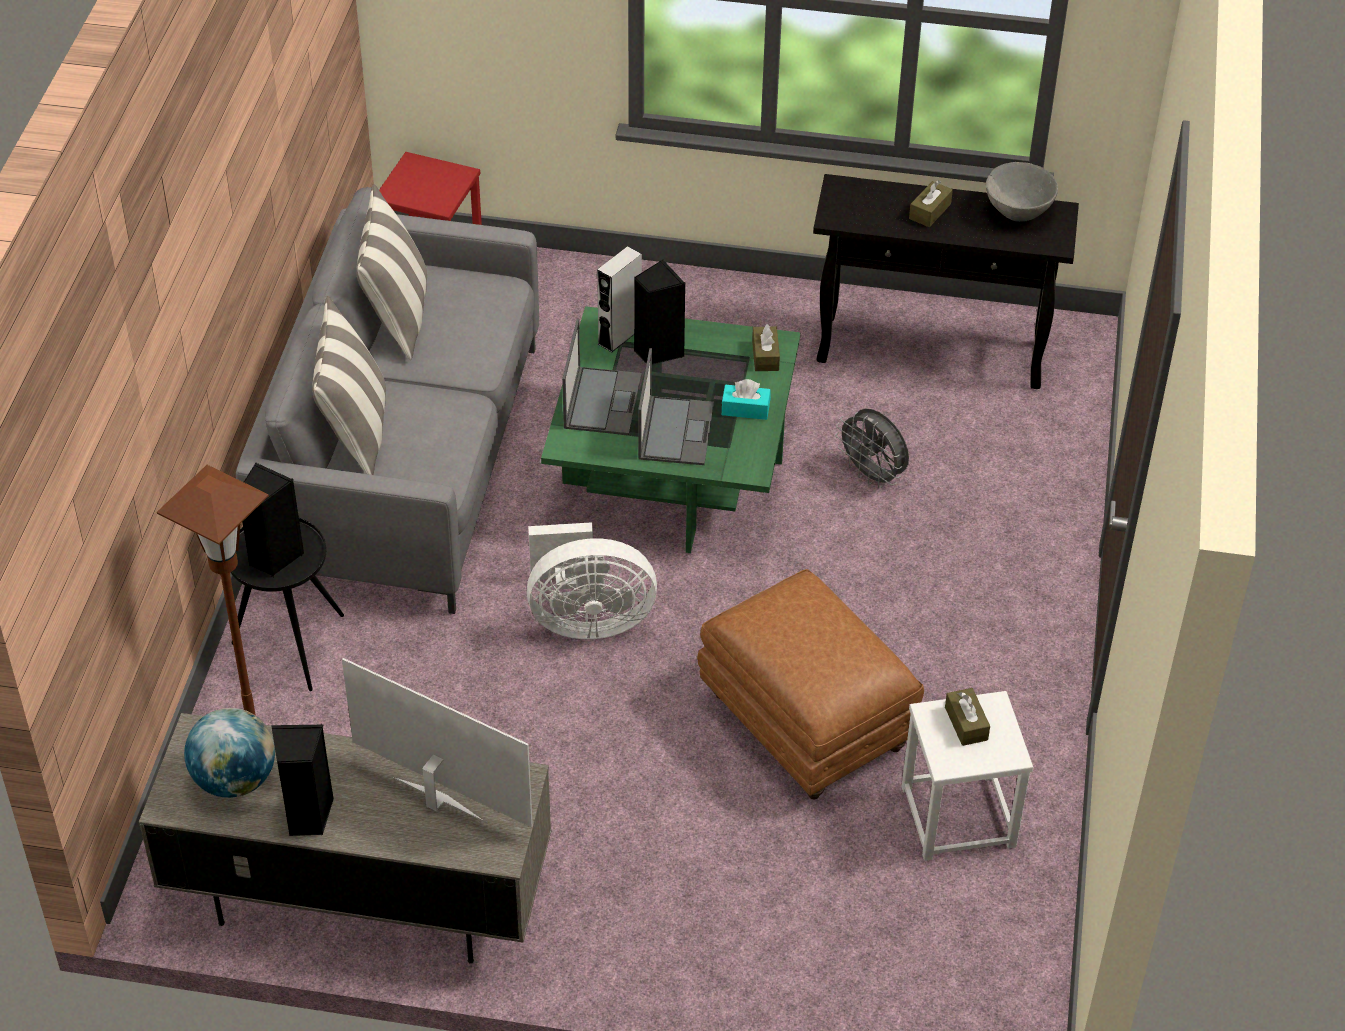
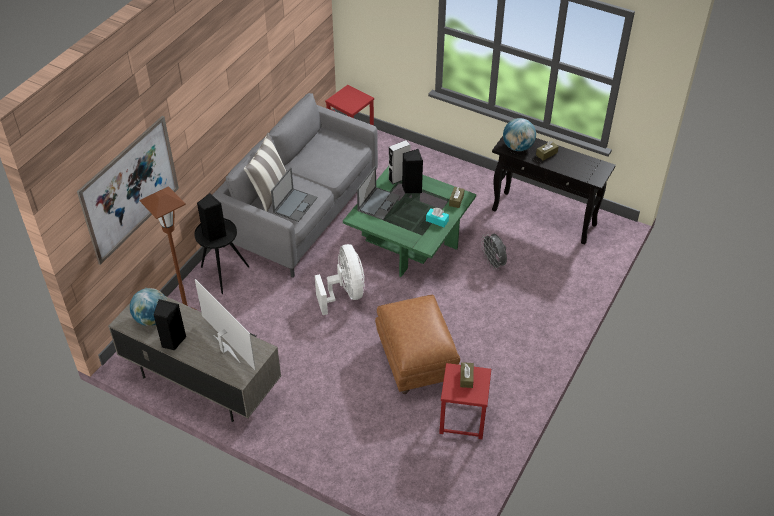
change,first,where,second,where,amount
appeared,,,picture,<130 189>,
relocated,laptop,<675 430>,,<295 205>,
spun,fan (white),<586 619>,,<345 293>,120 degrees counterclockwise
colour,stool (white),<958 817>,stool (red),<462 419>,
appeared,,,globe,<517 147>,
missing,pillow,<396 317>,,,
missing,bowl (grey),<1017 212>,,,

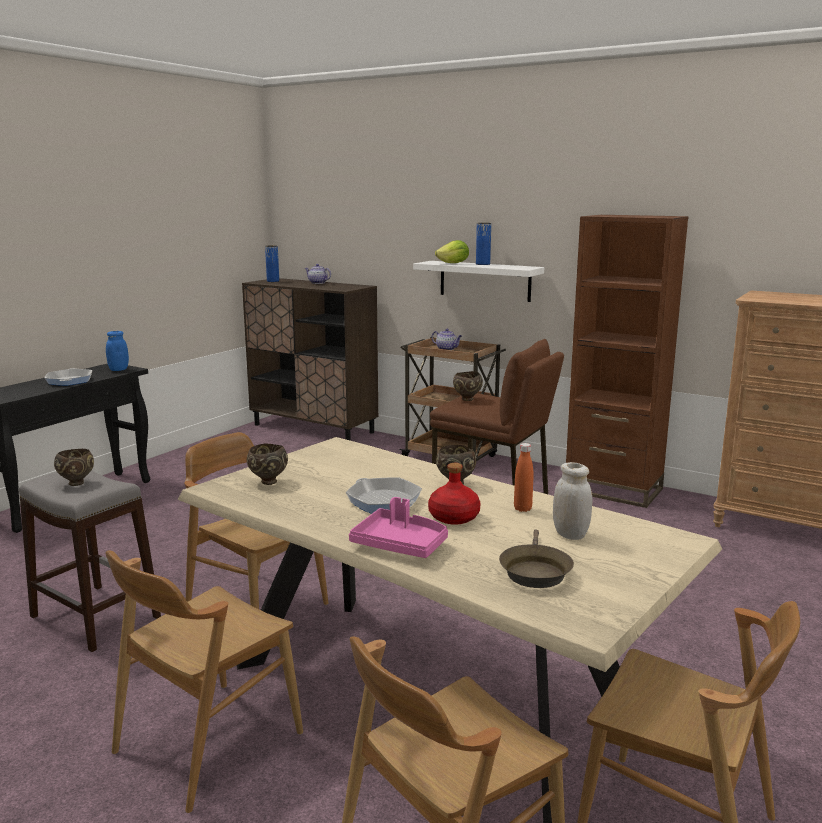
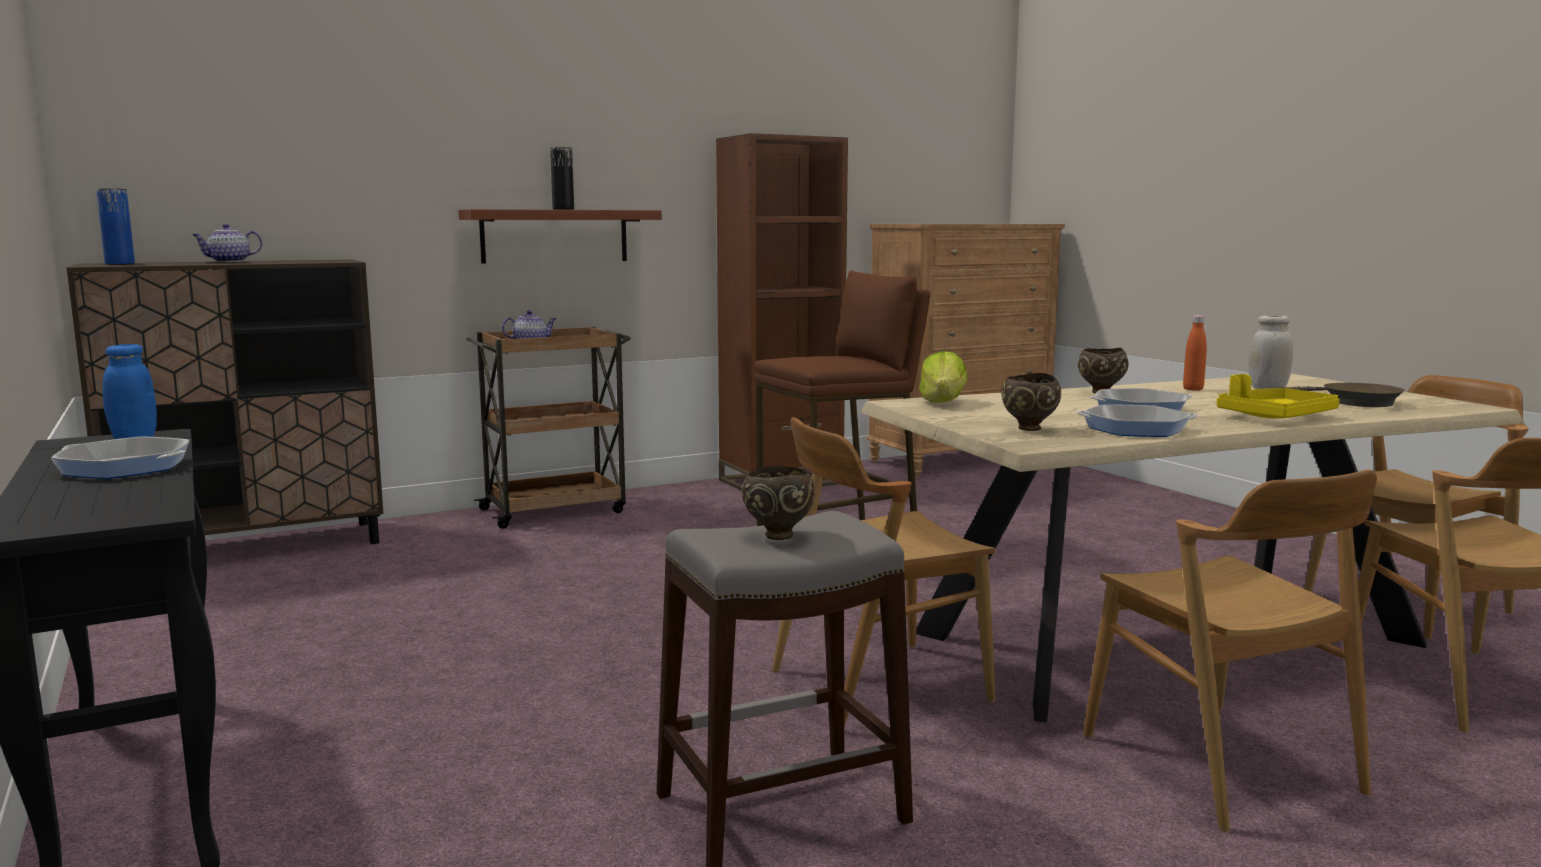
change,first,where,second,where,amount
colour,shelf (white),<484 281>,shelf (brown),<555 236>,
colour,vase (blue),<483 264>,vase (black),<563 209>,
relocated,lettuce,<453 263>,,<943 402>,
appeared,,,frying pan,<1135 429>,
colour,tray (pink),<400 544>,tray (yellow),<1275 417>,
missing,bottle (red),<454 517>,,,
missing,bowl (brown),<467 399>,,,

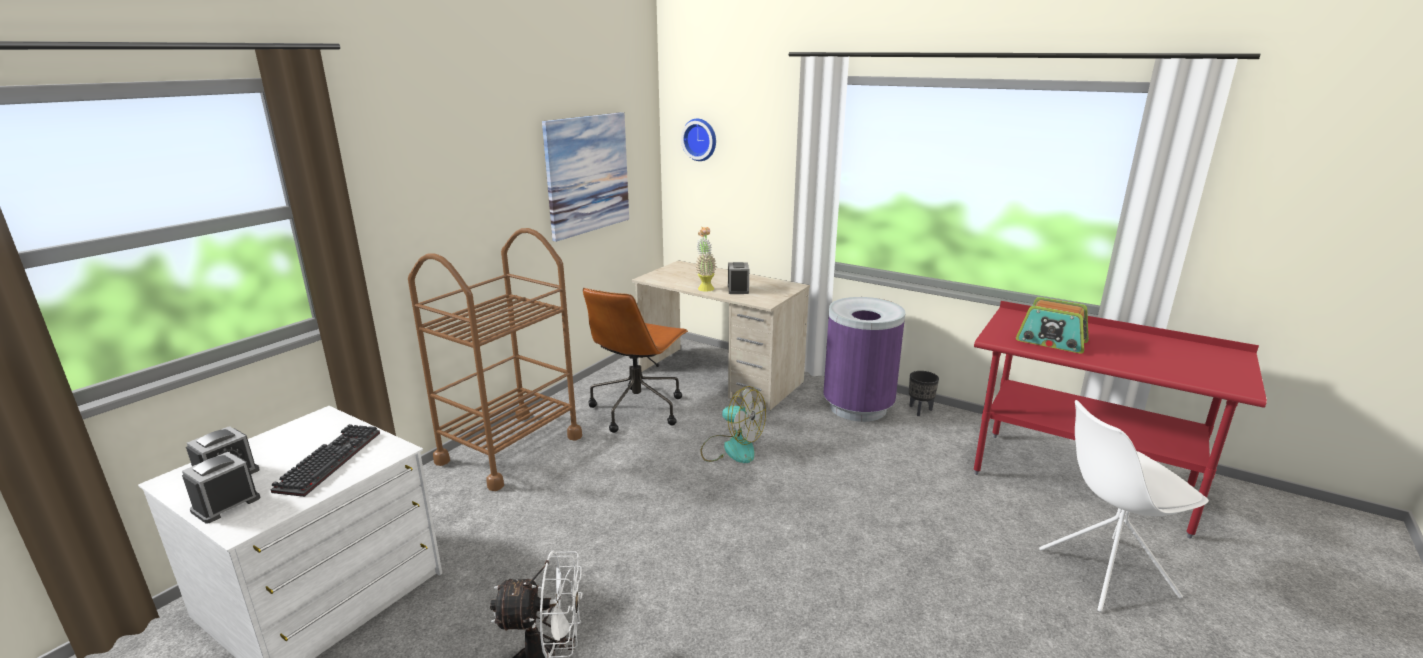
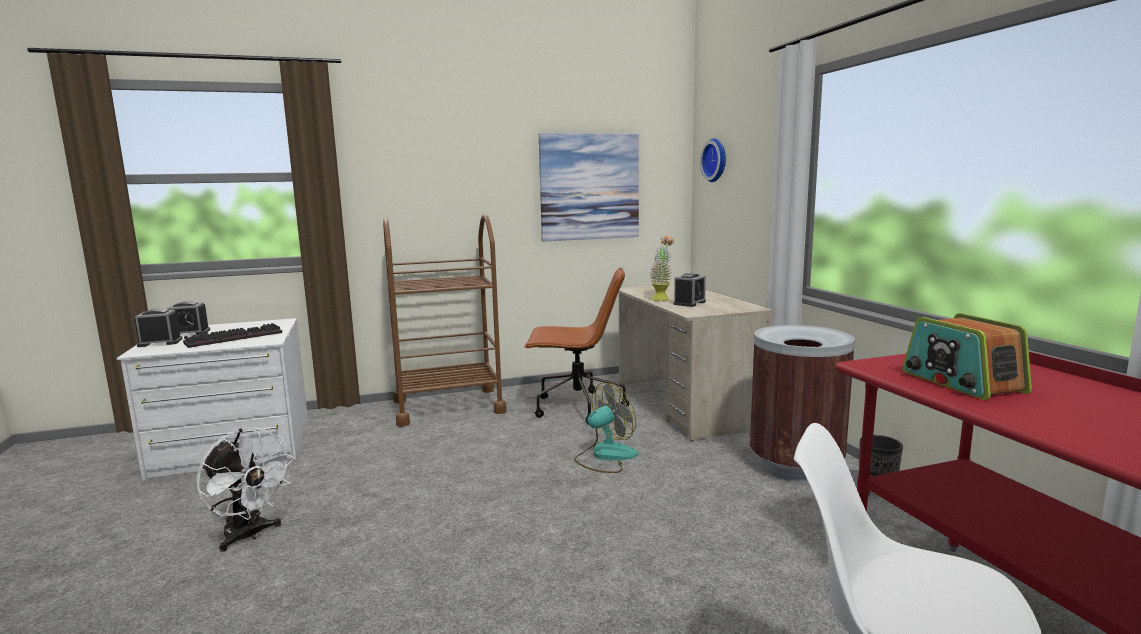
change,first,where,second,where,amount
spun,office chair (brown),<638 408>,,<576 407>,150 degrees counterclockwise
spun,fan,<731 448>,,<605 456>,105 degrees counterclockwise
colour,trash can (purple),<858 408>,trash can (brown),<795 466>,

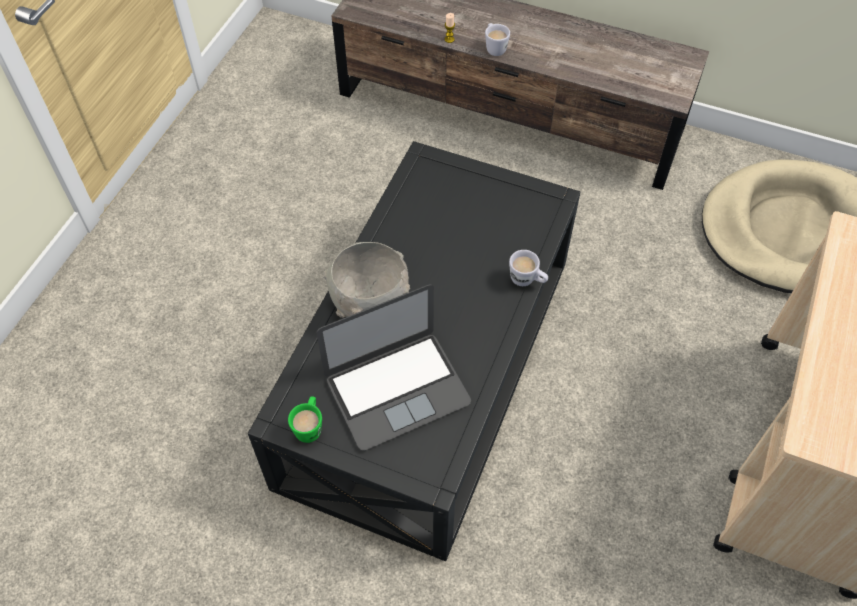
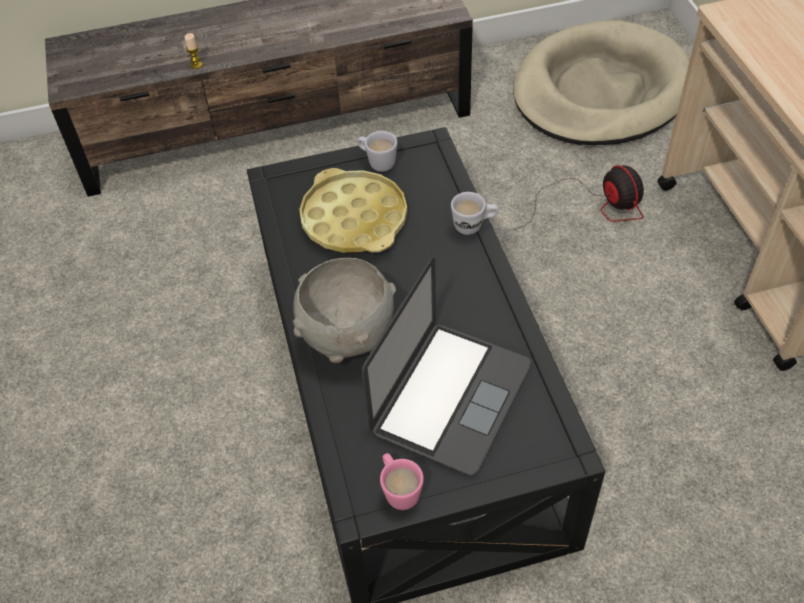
change,first,where,second,where,amount
appeared,,,tray (yellow),<354 219>,
relocated,mug (white),<494 47>,,<377 162>,
colour,mug (green),<310 426>,mug (pink),<399 490>,
appeared,,,fan,<594 206>,

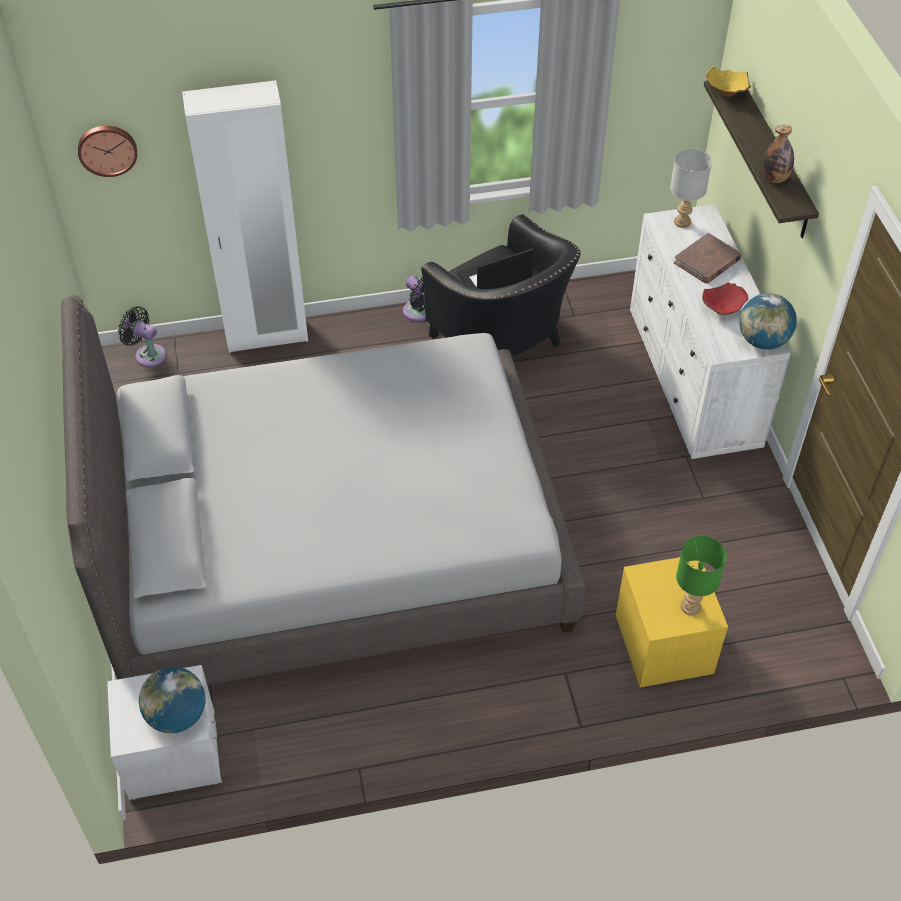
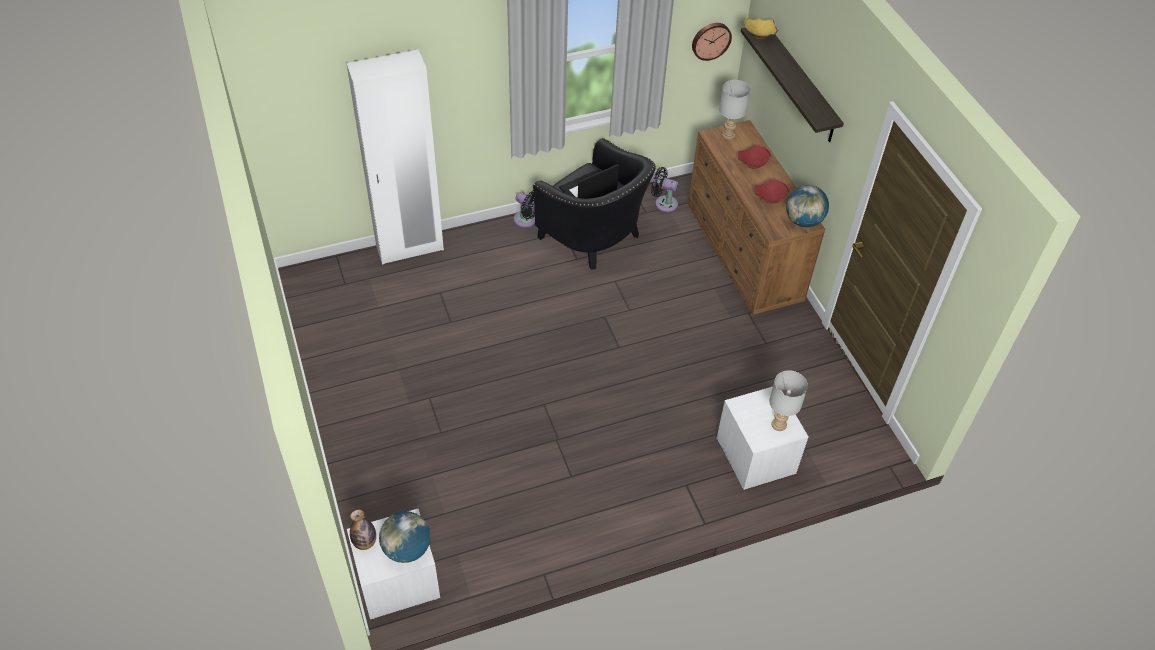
change,first,where,second,where,amount
relocated,bottle,<775 178>,,<365 542>,
relocated,fan (black),<148 354>,,<663 203>,
colour,dresser (white),<693 380>,dresser (brown),<744 254>,
relocated,wall clock,<107 149>,,<710 40>,
colour,nightstand (yellow),<663 645>,nightstand (white),<755 456>,
exchanged,book (brown),<707 261>,bowl (red),<752 164>,
colour,table lamp (green),<690 606>,table lamp (grey),<778 424>,
missing,bed (grey),<333 544>,,,

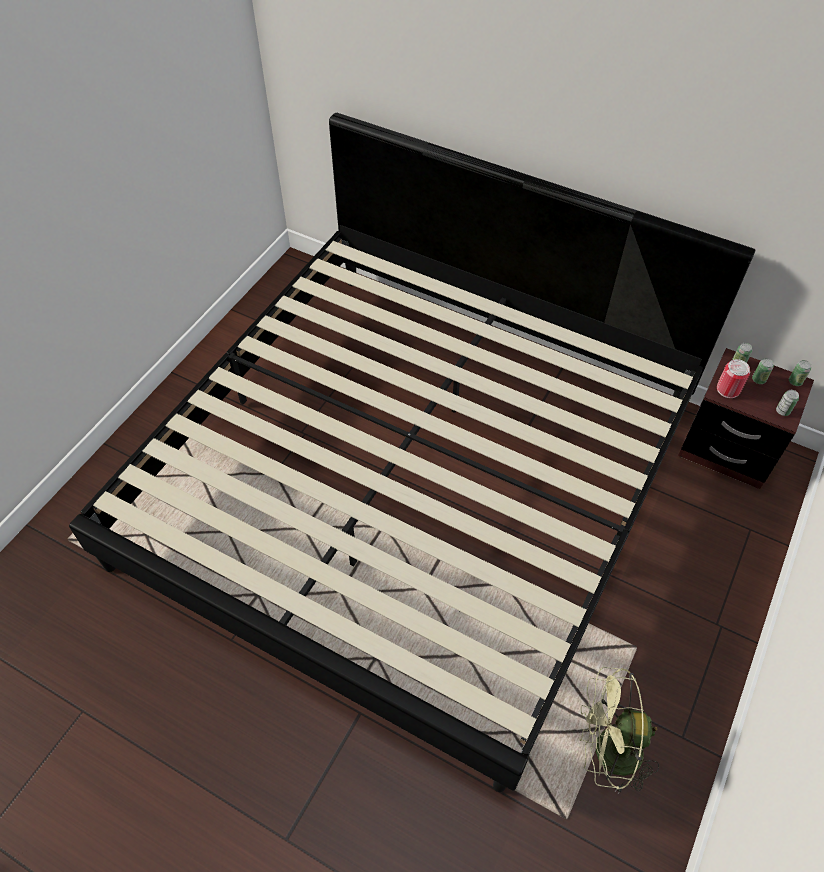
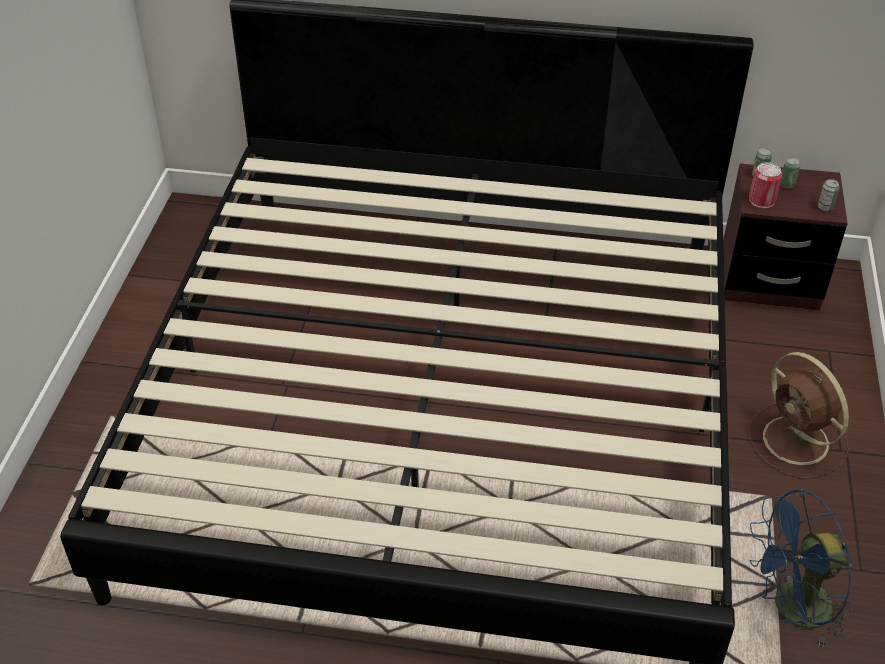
change,first,where,second,where,amount
appeared,,,fan (brown),<797 442>,
colour,fan (green),<607 753>,fan (blue),<791 610>,
missing,can,<795 381>,,,

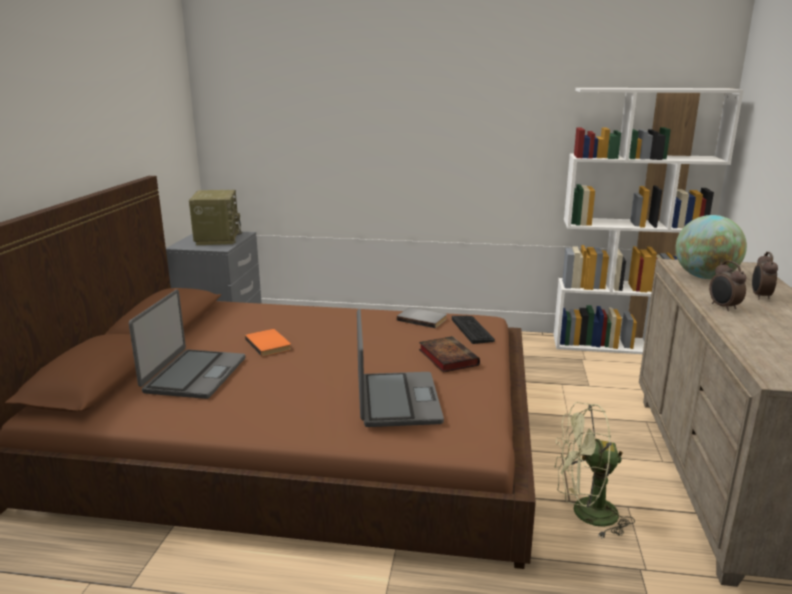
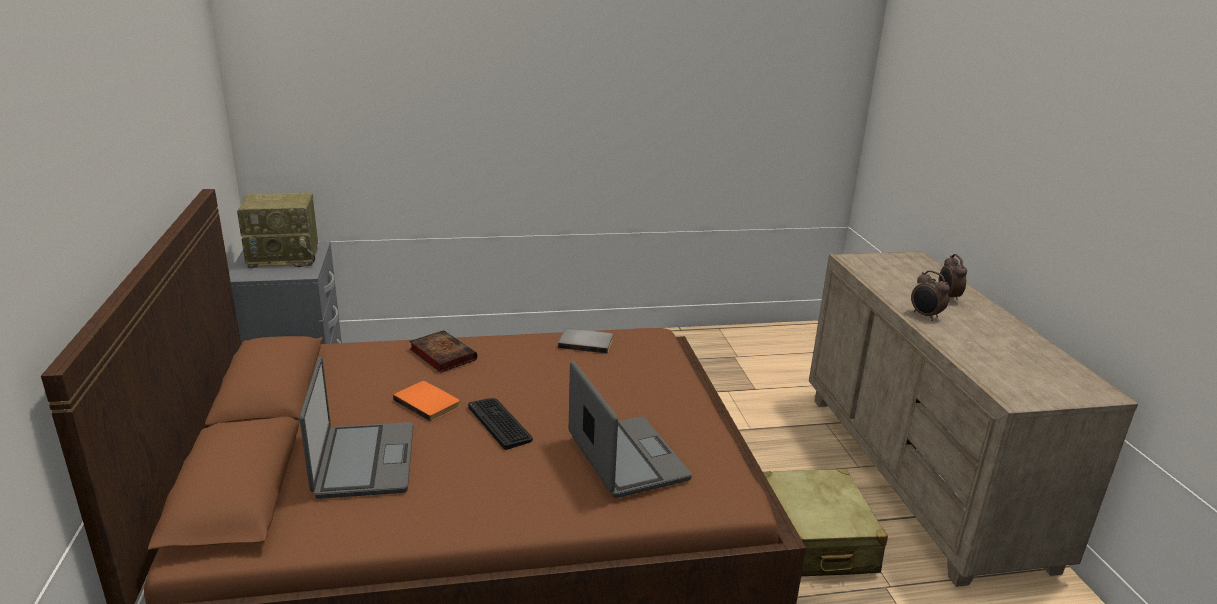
change,first,where,second,where,amount
spun,radio,<217 238>,,<285 257>,105 degrees clockwise
relocated,book,<446 357>,,<441 354>,
relocated,keyboard,<472 330>,,<500 423>,
exchanged,fan (green),<585 514>,suitcase (beige),<814 539>,
missing,bookcase (white),<623 345>,,,
missing,globe,<704 277>,,,

